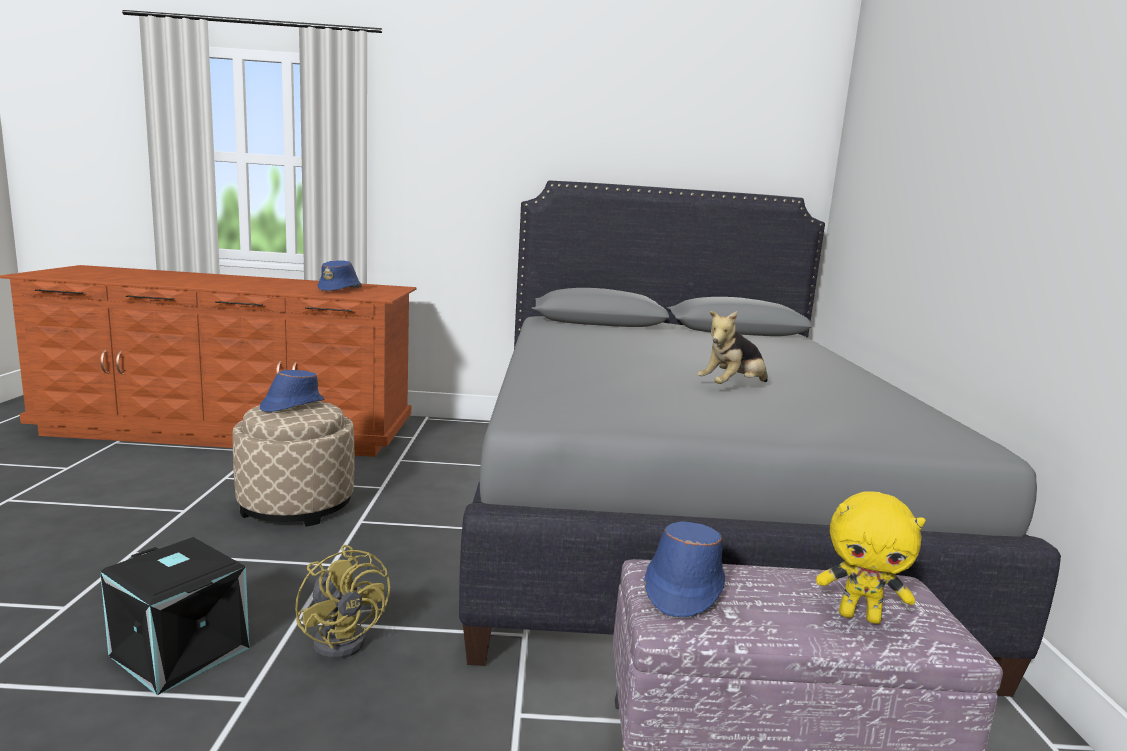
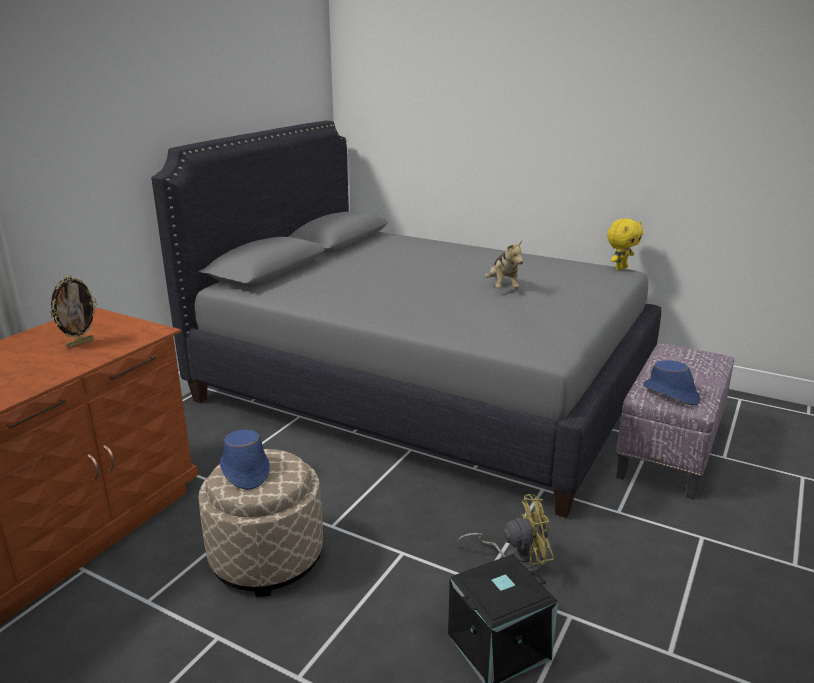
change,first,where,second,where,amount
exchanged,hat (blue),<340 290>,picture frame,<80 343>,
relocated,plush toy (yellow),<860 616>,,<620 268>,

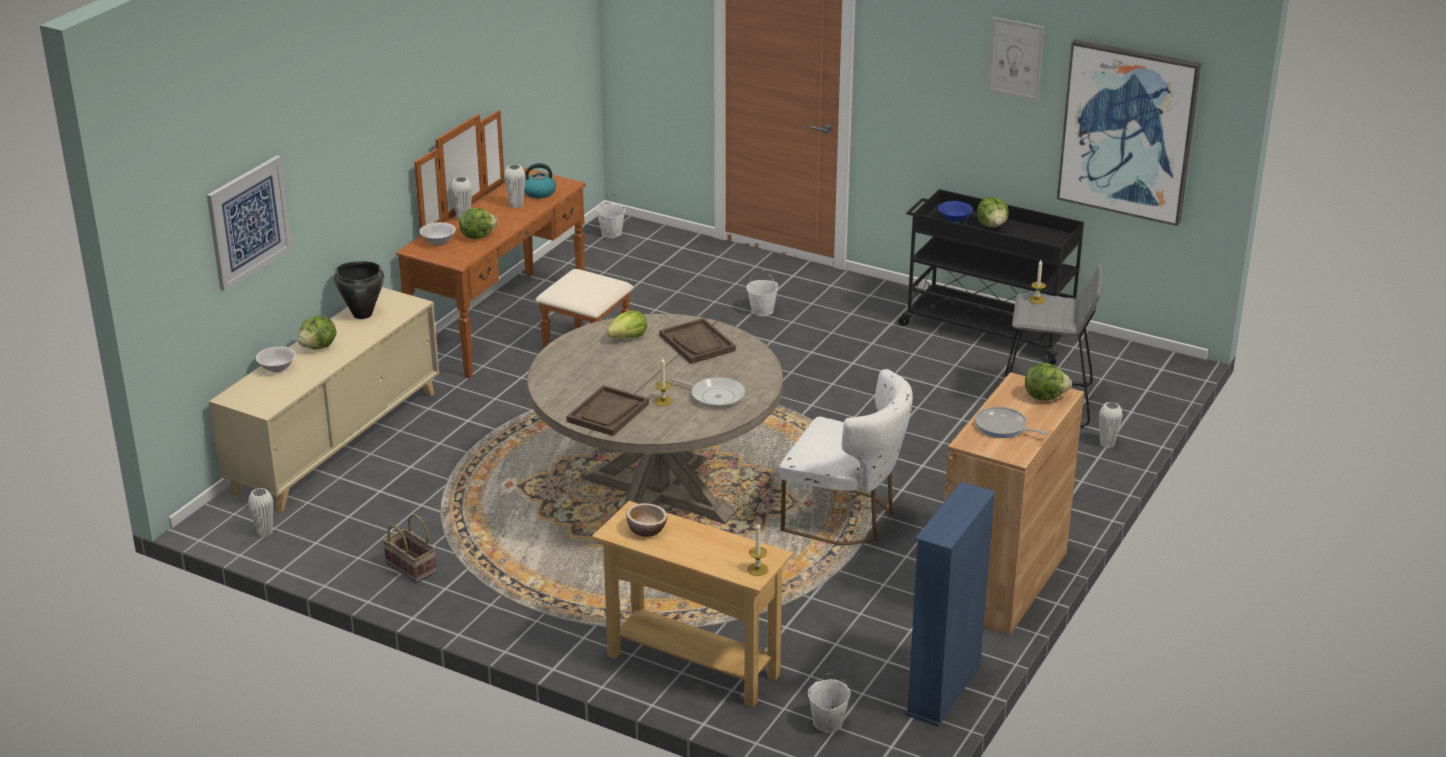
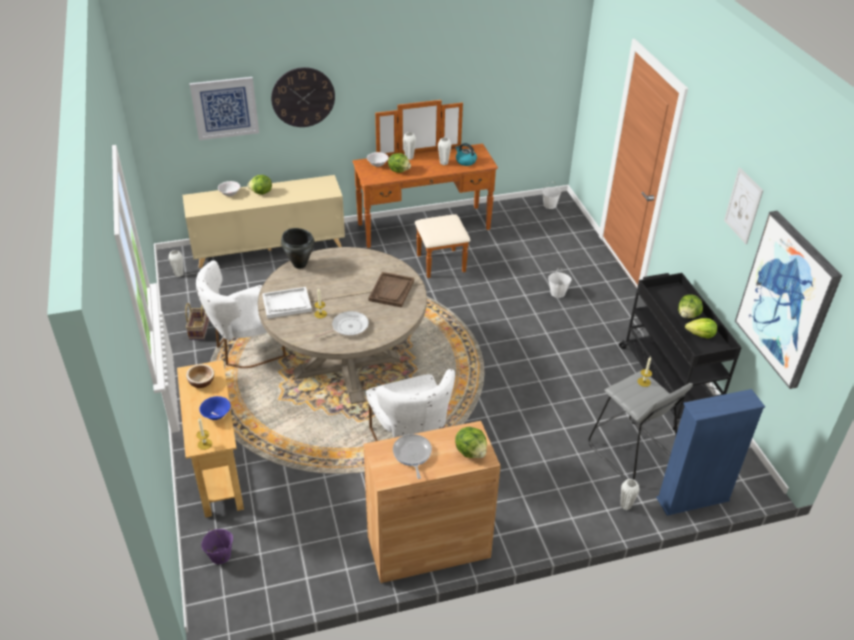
change,first,where,second,where,amount
appeared,,,chair (white),<245 348>,
relocated,bowl (blue),<954 220>,,<216 415>,
colour,bucket (white),<827 723>,bucket (purple),<220 556>,
colour,tray (brown),<608 413>,tray (white),<286 304>,
appeared,,,wall clock,<303 97>,
relocated,cooking pot (black),<362 314>,,<299 264>,
spun,frying pan,<714 396>,,<348 327>,105 degrees counterclockwise
relocated,bookcase (blue),<944 690>,,<693 499>,
relocated,lettuce,<628 337>,,<700 334>,

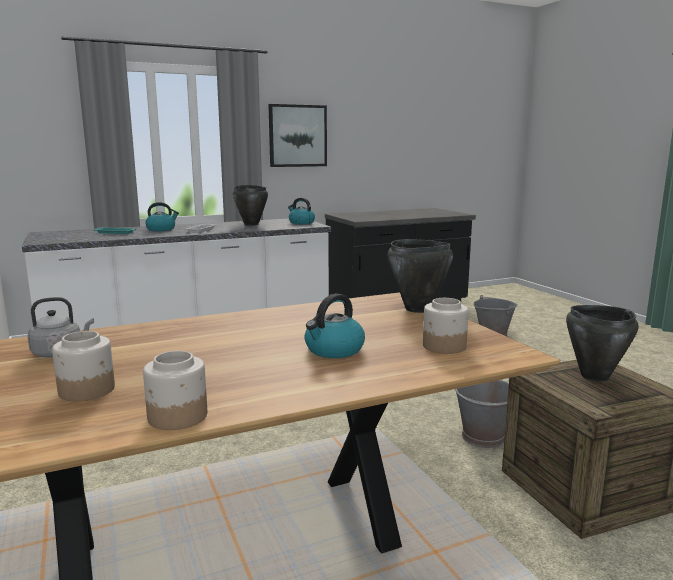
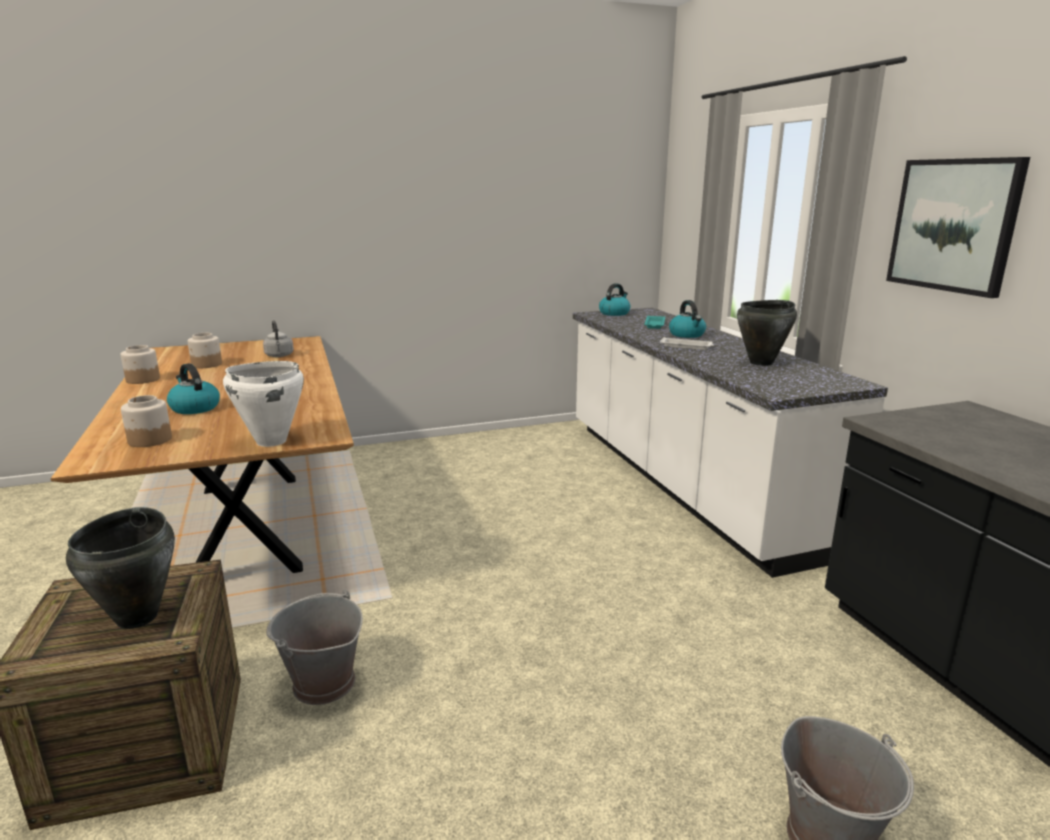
change,first,where,second,where,amount
colour,cooking pot (black),<418 309>,cooking pot (white),<271 441>,
relocated,kettle,<301 223>,,<614 313>,

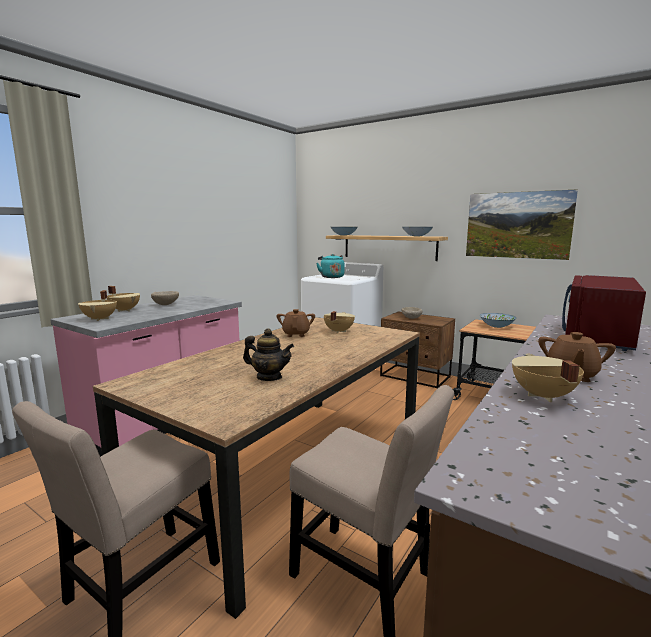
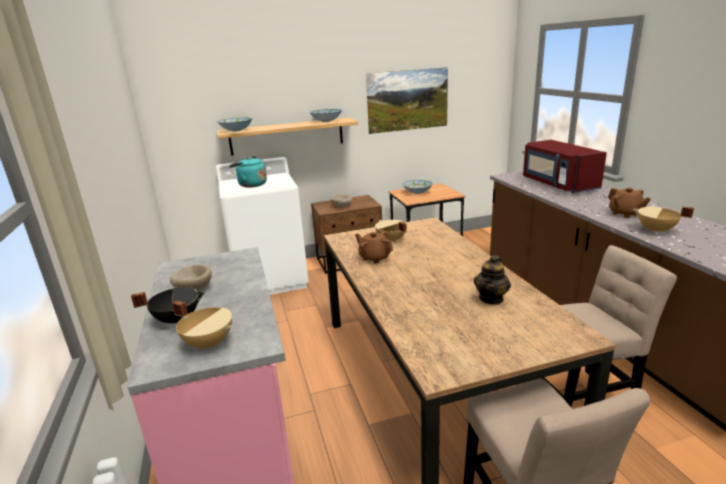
change,first,where,second,where,amount
colour,cooking pot (beige),<125 310>,cooking pot (black),<177 319>,
spun,teapot,<269 377>,,<491 298>,150 degrees clockwise

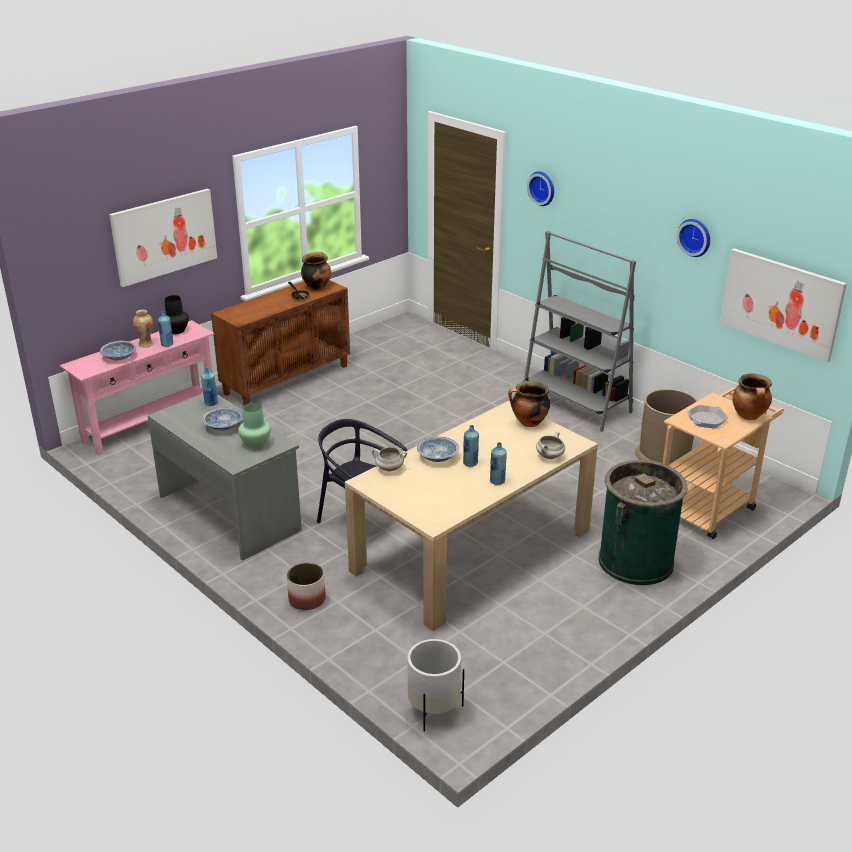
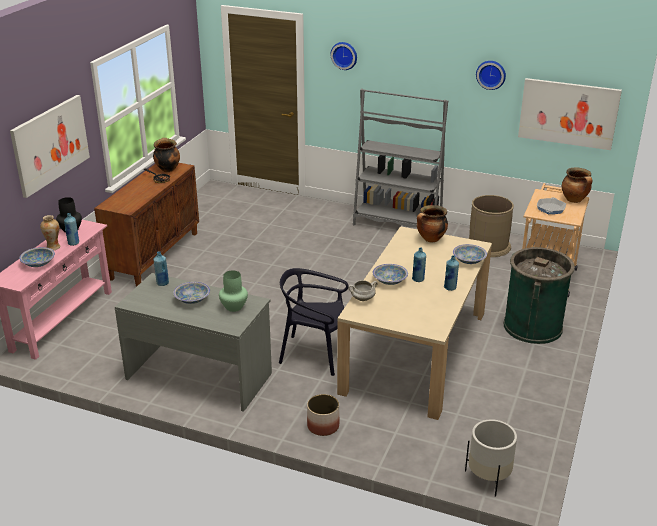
change,first,where,second,where,amount
exchanged,cooking pot (white),<549 457>,bowl,<469 260>,

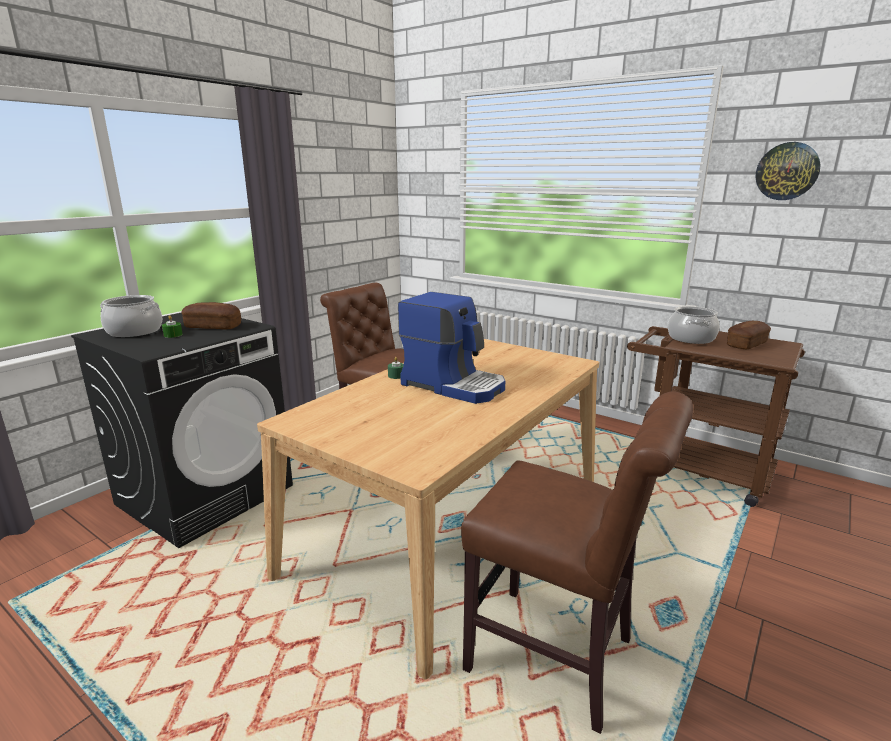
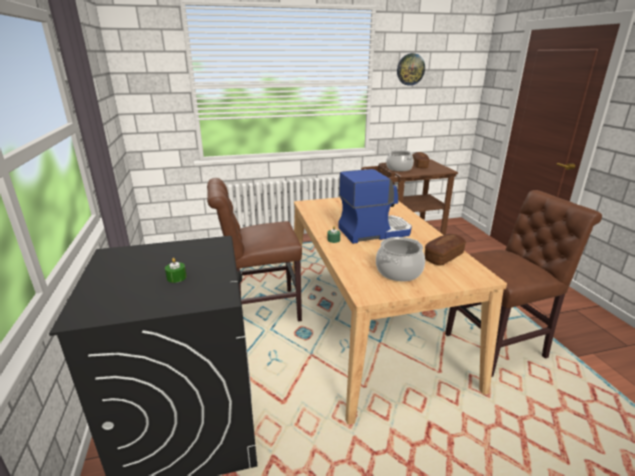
change,first,where,second,where,amount
relocated,cooking pot,<134 331>,,<399 272>,
relocated,bread,<213 327>,,<443 257>,

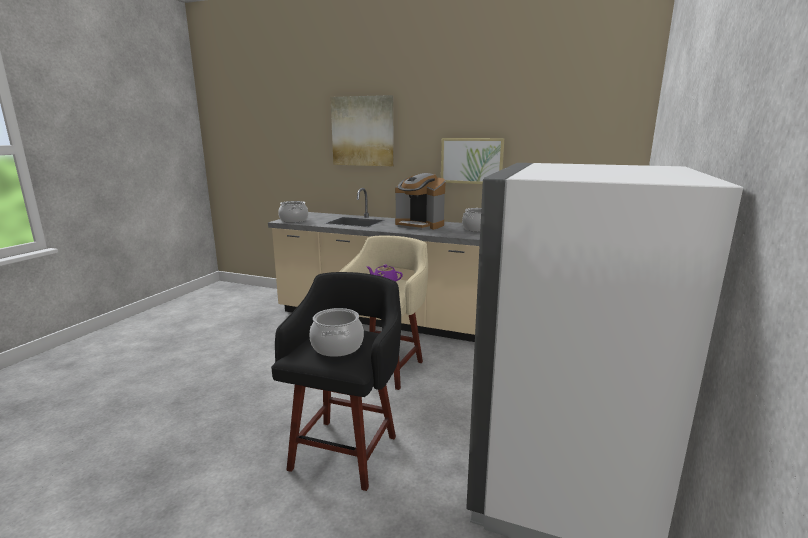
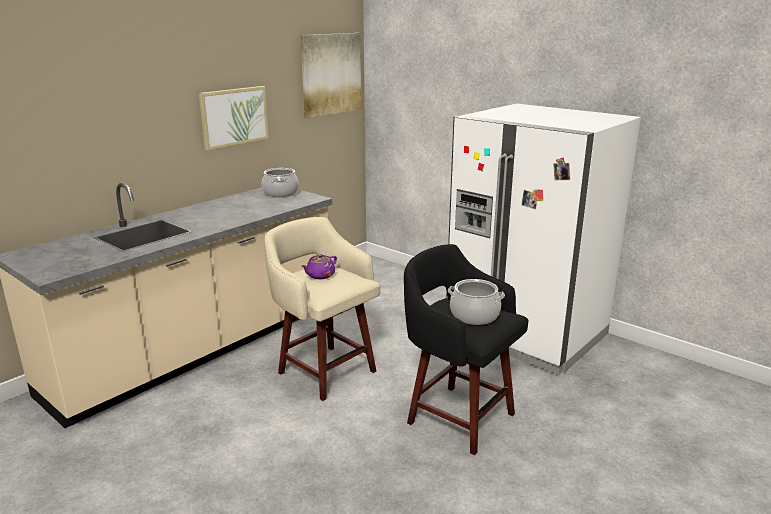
change,first,where,second,where,amount
relocated,picture,<362 131>,,<331 74>,
missing,cooking pot,<294 220>,,,
missing,coffee machine,<419 225>,,,

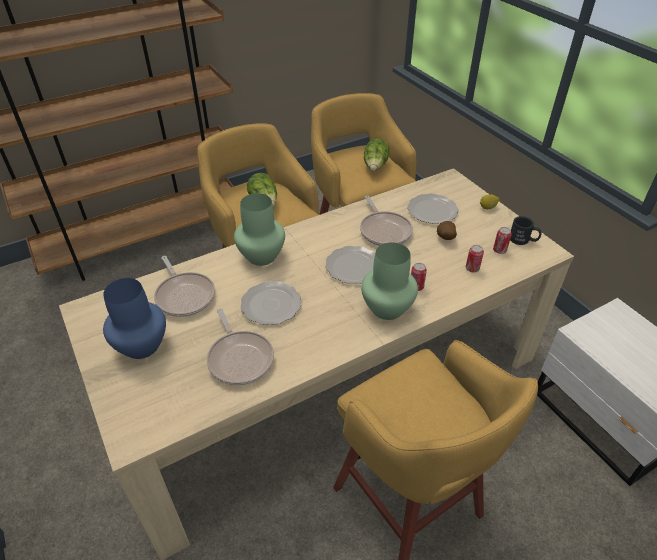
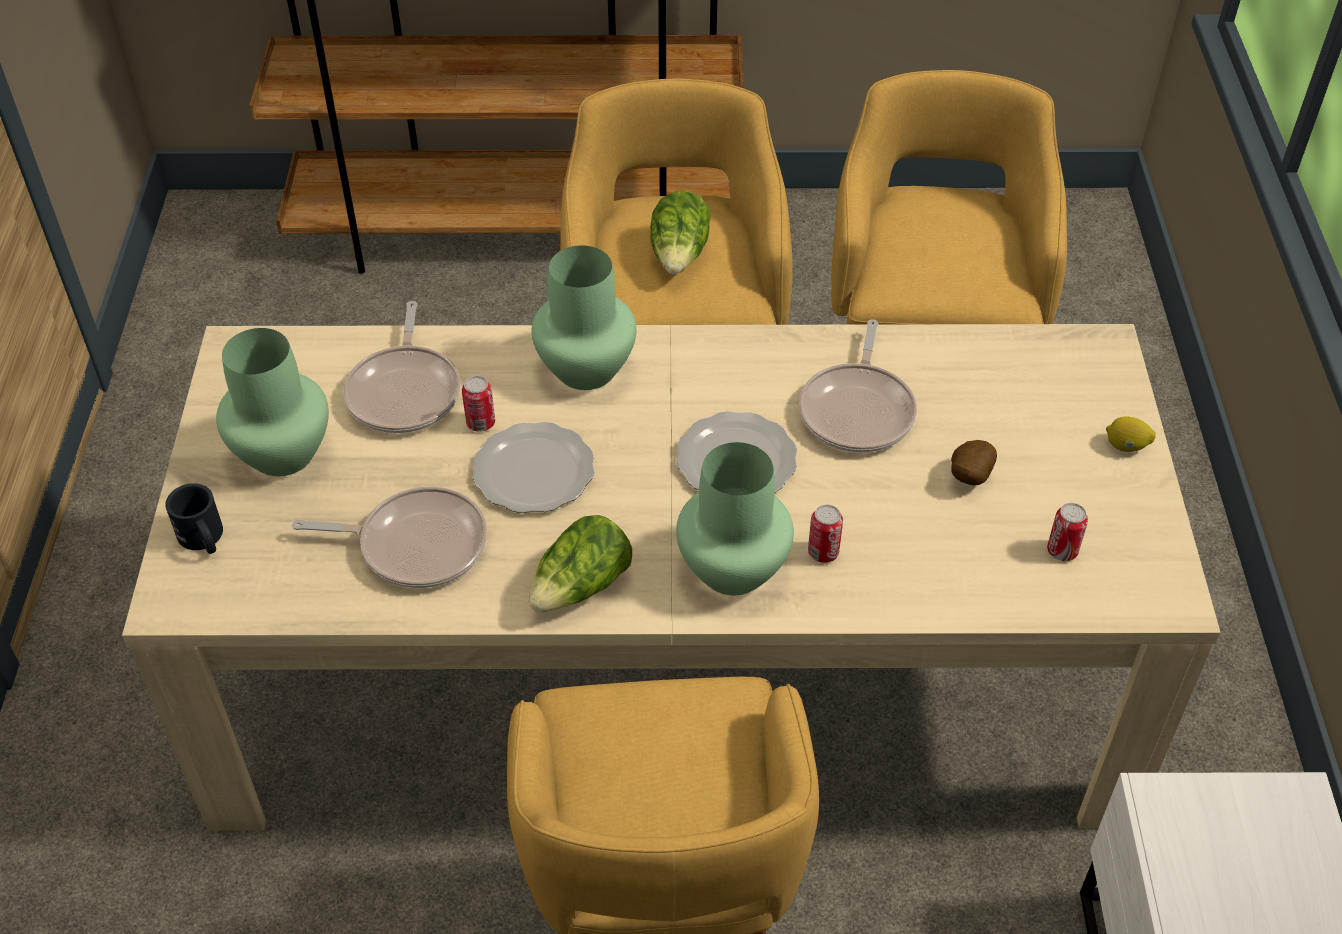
change,first,where,second,where,amount
relocated,mug (black),<523 240>,,<204 540>,
colour,vase (blue),<141 346>,vase (green),<281 453>,
spun,frying pan,<240 358>,,<416 544>,90 degrees counterclockwise
relocated,can,<472 269>,,<480 423>,
relocated,lettuce,<375 166>,,<581 586>,
missing,plate,<432 211>,,,

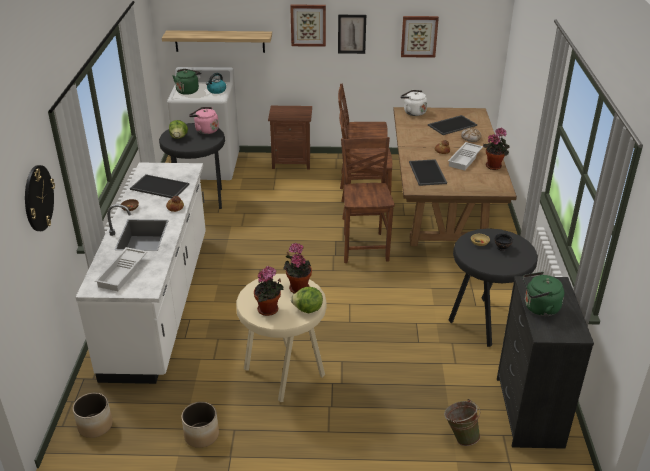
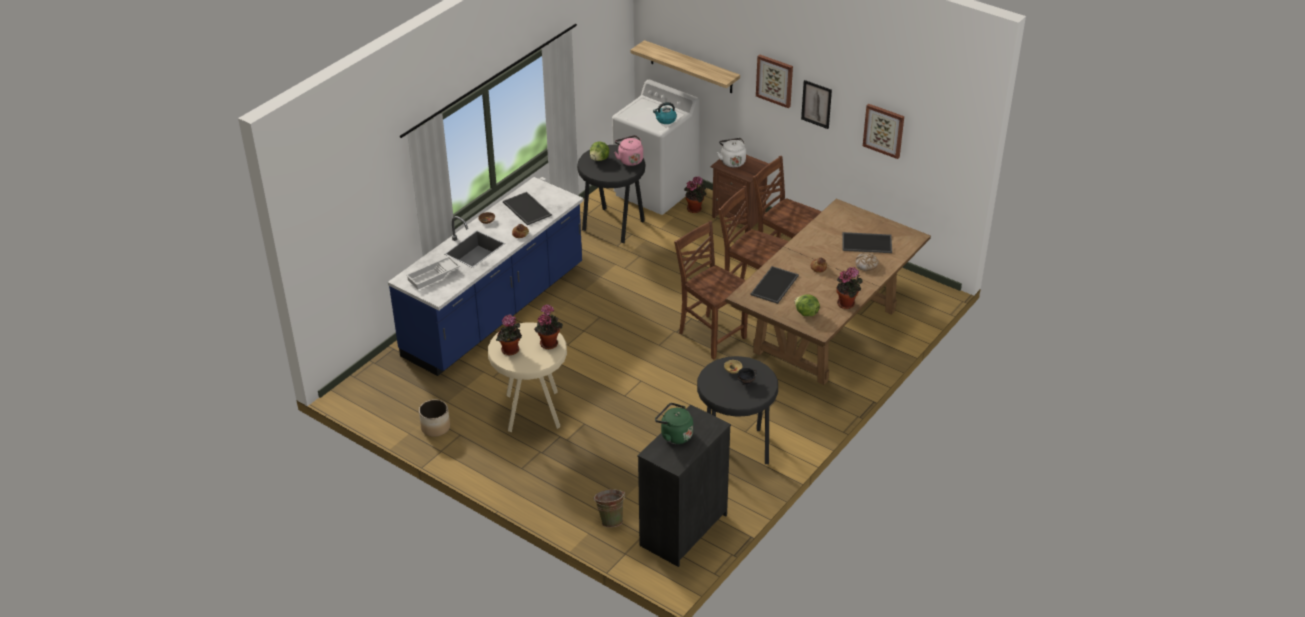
change,first,where,second,where,amount
colour,counter (white),<160 302>,counter (blue),<495 312>,
spun,chair (brown),<365 247>,,<710 335>,75 degrees counterclockwise
appeared,,,potted plant,<695 209>,
relocated,kettle (white),<413 112>,,<732 161>,
relocated,lettuce,<307 310>,,<806 313>,
missing,wall clock,<38 198>,,,
missing,planter,<95 425>,,,
missing,kettle (green),<188 90>,,,
missing,tray (white),<465 159>,,,

